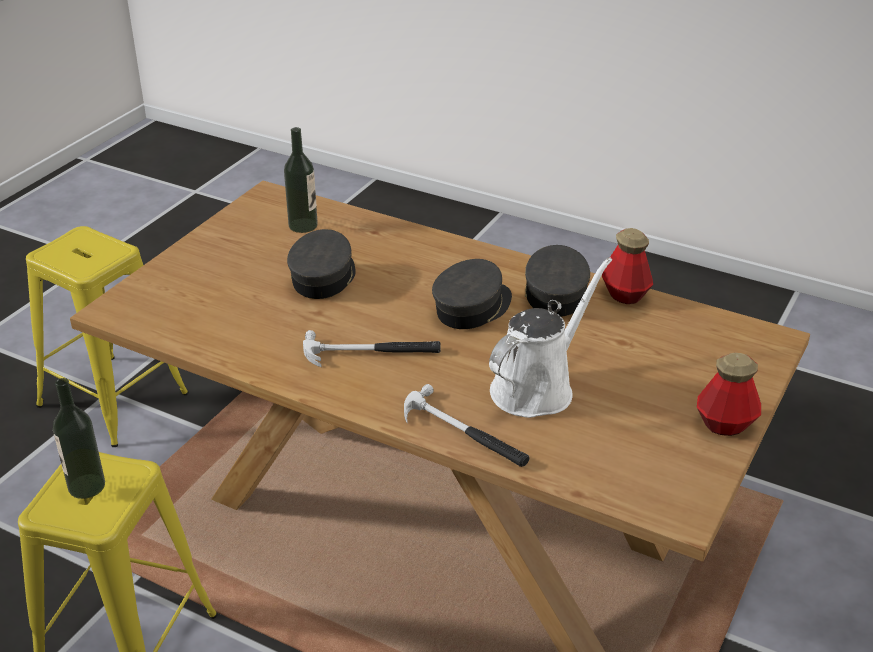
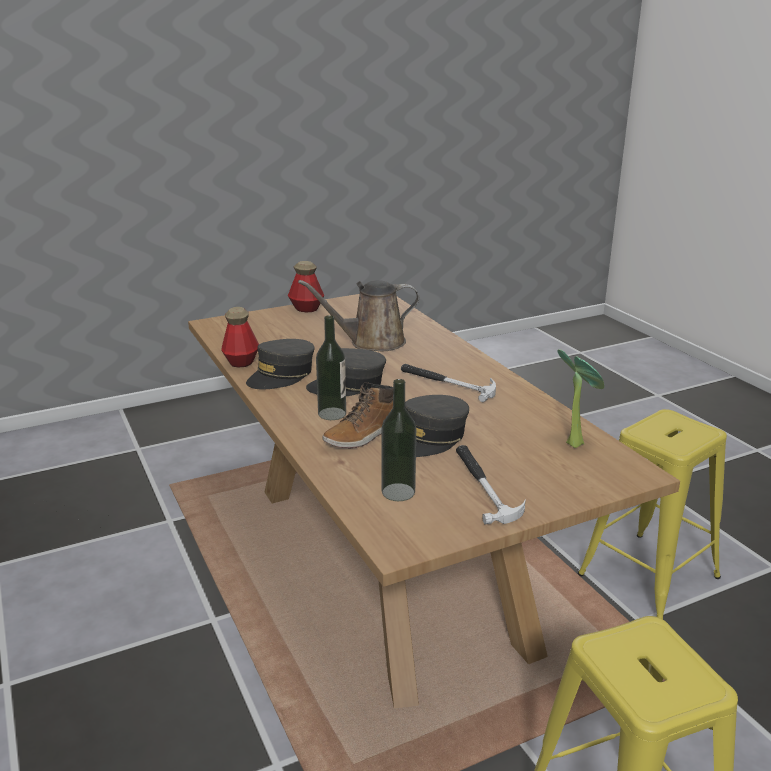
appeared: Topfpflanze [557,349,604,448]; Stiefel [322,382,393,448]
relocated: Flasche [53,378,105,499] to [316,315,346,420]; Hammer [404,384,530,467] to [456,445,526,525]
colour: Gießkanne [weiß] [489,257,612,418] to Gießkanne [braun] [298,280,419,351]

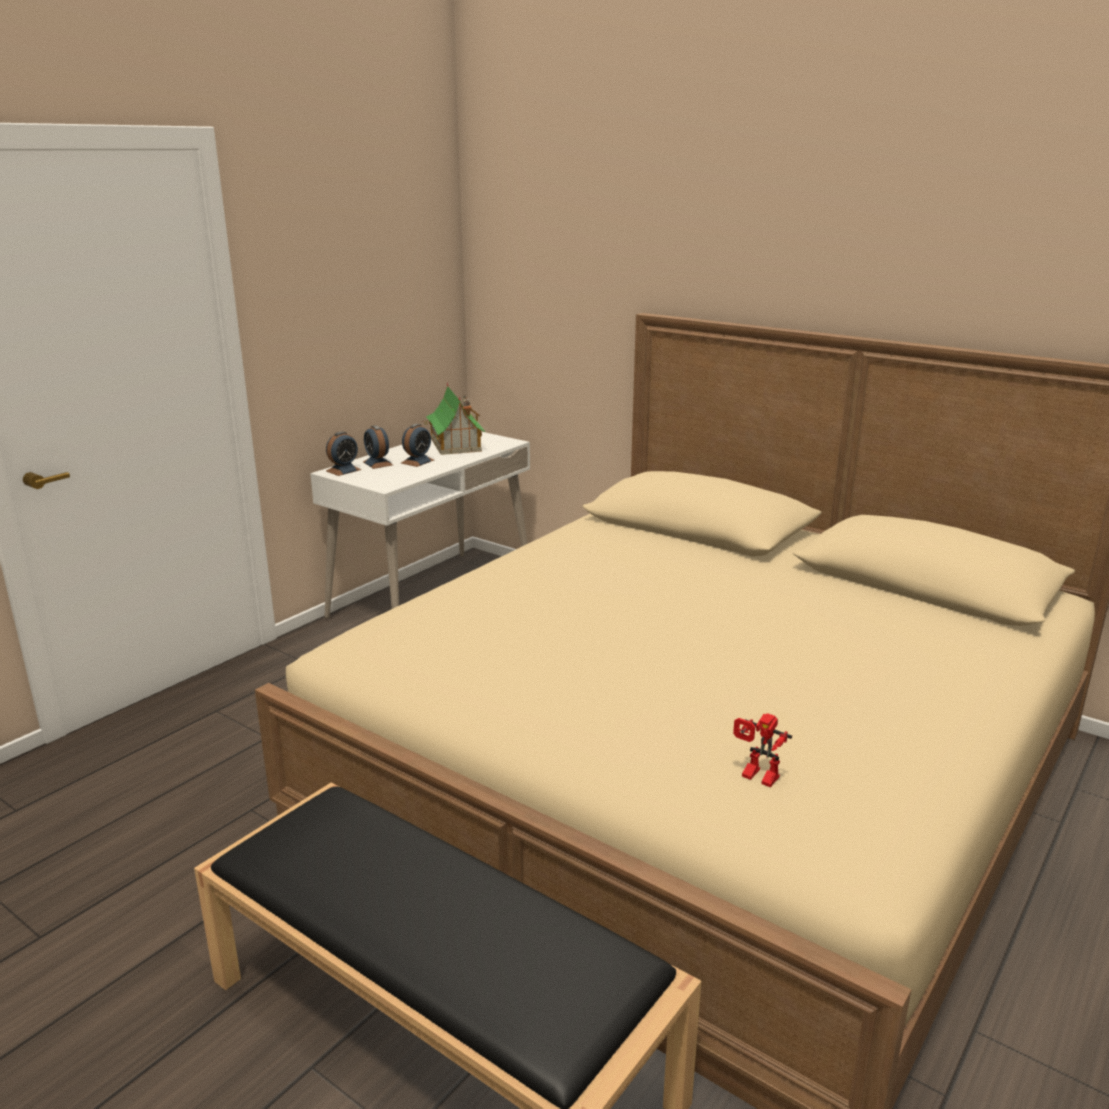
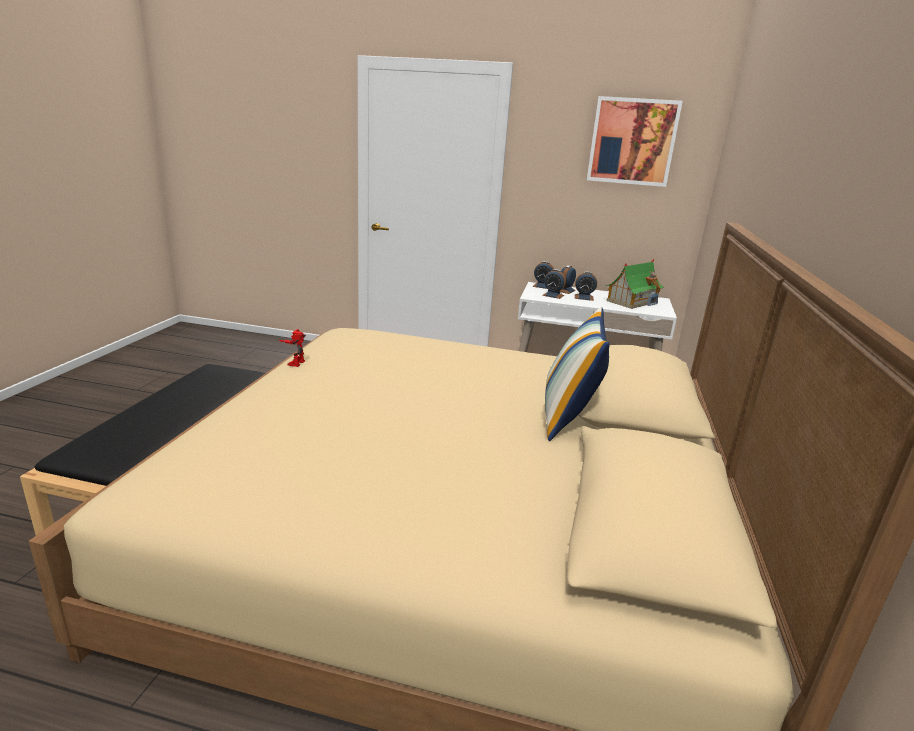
appeared: Bild [587,96,683,187]; Wecker [542,269,566,299]; Kissen [545,307,610,441]
relocated: Spielzeugroboter [733,713,792,787] to [279,329,306,367]

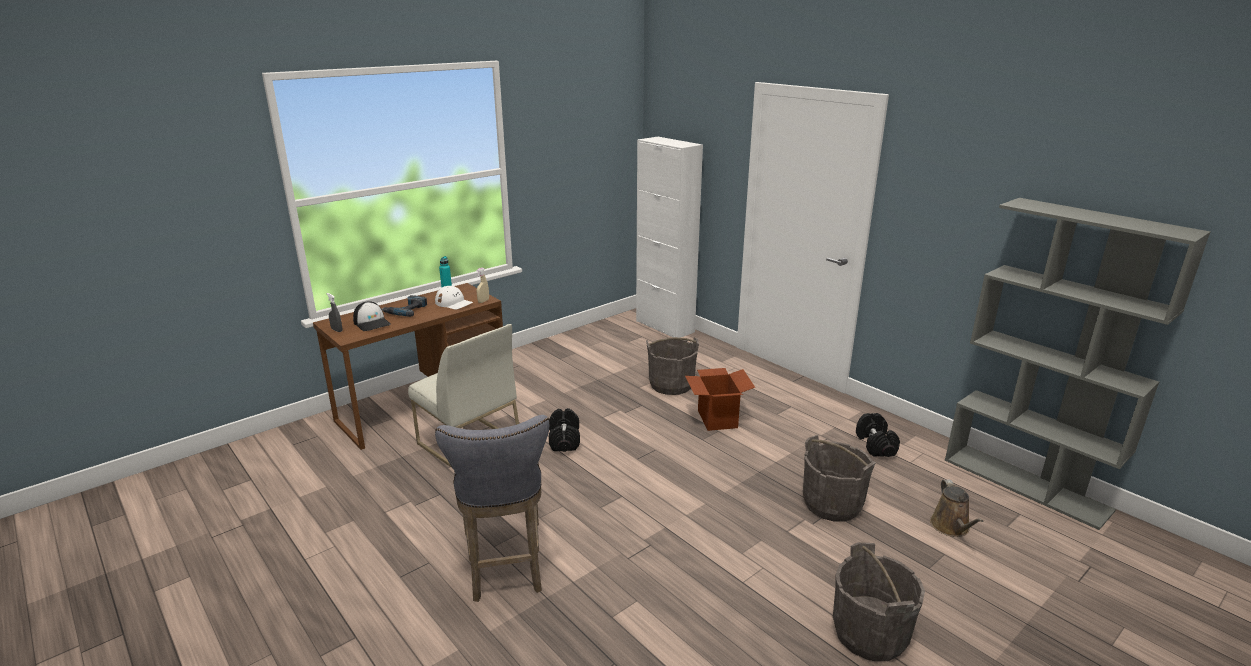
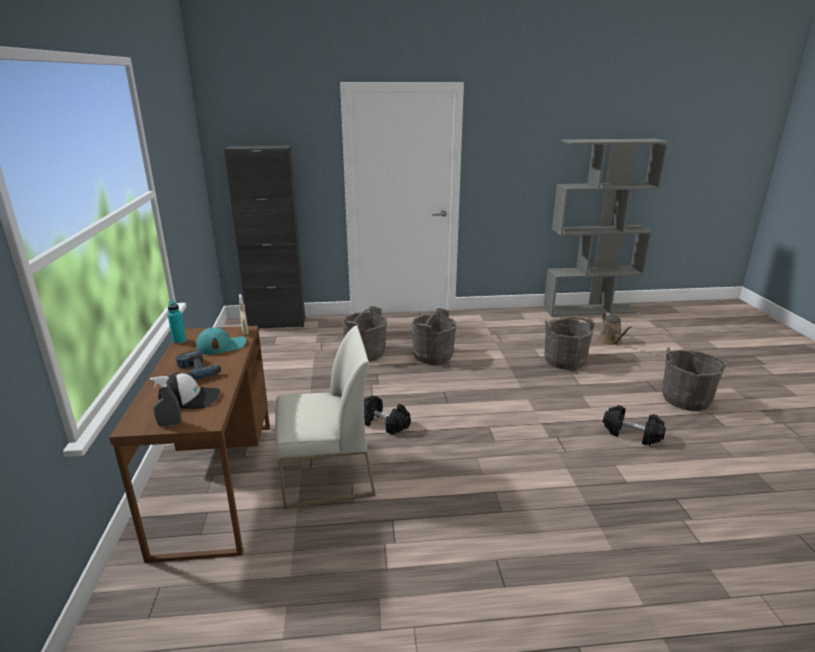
missing: Hocker [grau] [435,415,550,602]
relocated: Hantel [schwarz] [856,413,900,457] to [603,405,666,446]
exchanged: Karton [685,368,755,431] to Eimer [grau] [412,308,456,365]
colour: Schrank [weiß] [636,137,703,338] to Schrank [schwarz] [224,145,305,328]; Kappe [weiß] [435,286,473,310] to Kappe [türkis] [196,327,246,355]
spun: Gießkanne [braun] [930,479,983,537] = [598,313,632,345] 45 degrees clockwise

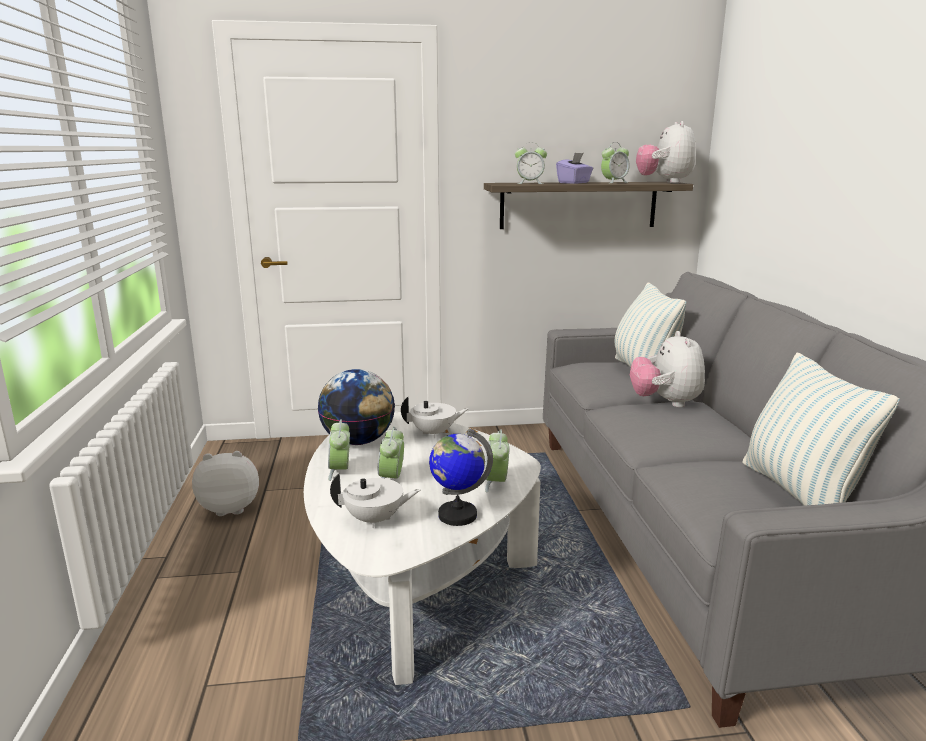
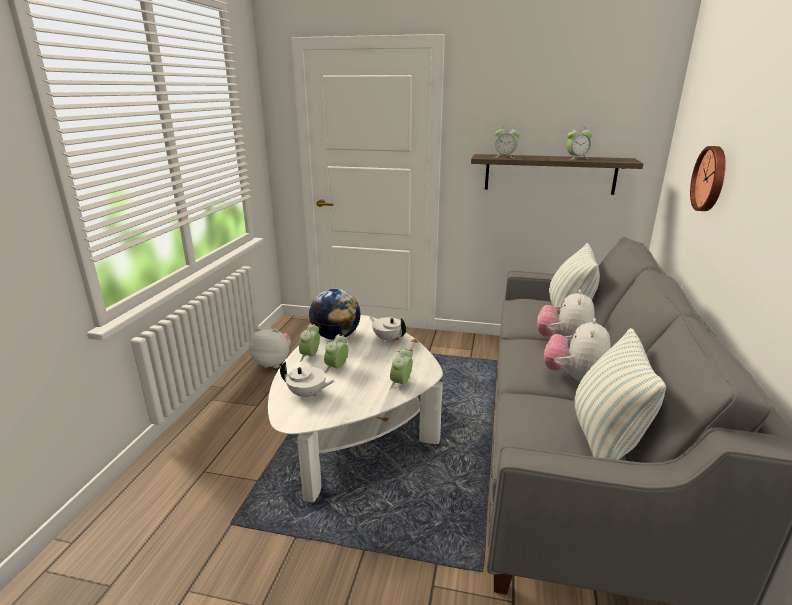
missing: Taschentuchbox [lila] [556,153,593,184]; Globus [429,429,493,526]
appeared: Wanduhr [690,146,726,211]
relocated: Plüschtier [636,121,696,183] to [544,318,611,384]
spun: Teekanne [weiß] [401,397,468,438] = [369,317,406,342] 150 degrees counterclockwise

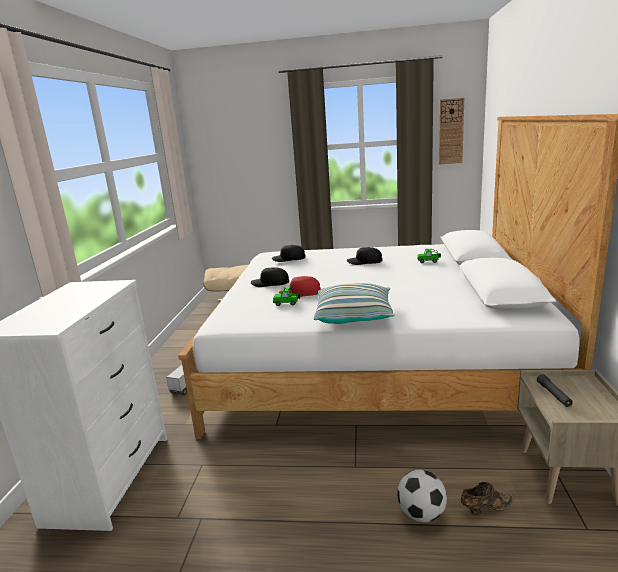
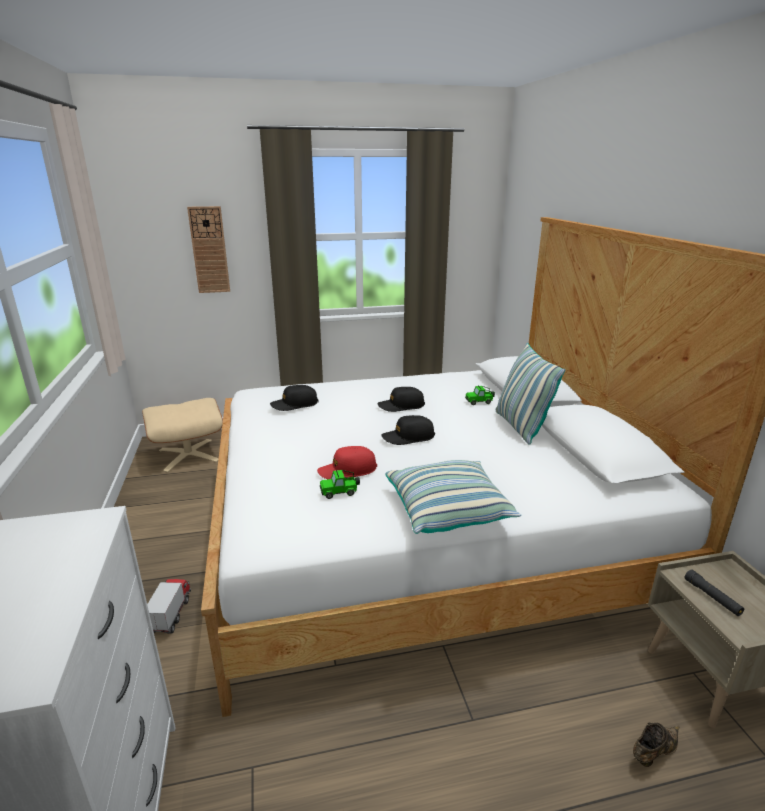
missing: Fußball [397,470,447,522]
appeared: Kissen [496,343,566,445]
relocated: Wanduhr [439,98,464,164] to [187,206,230,293]; Kappe [schwarz] [251,267,289,287] to [382,415,435,445]

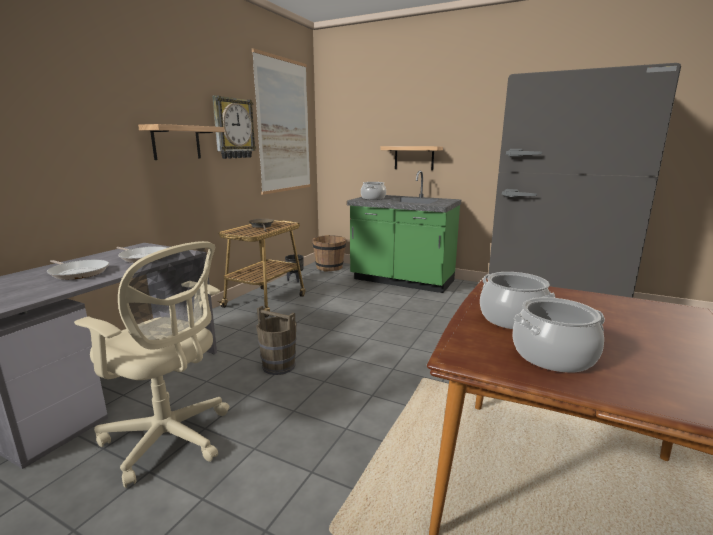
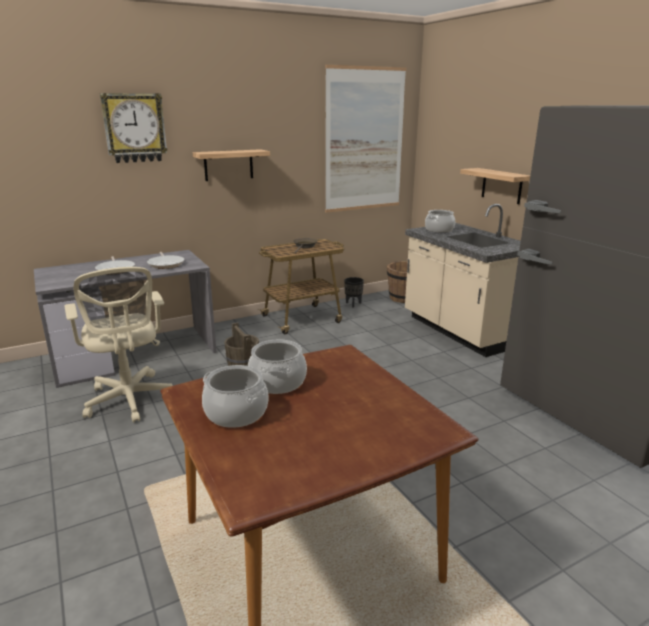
relocated: Wanduhr [212,96,256,159] to [100,93,168,163]
colour: Küchenzeile [grün] [347,170,461,293] to Küchenzeile [beige] [405,204,521,357]

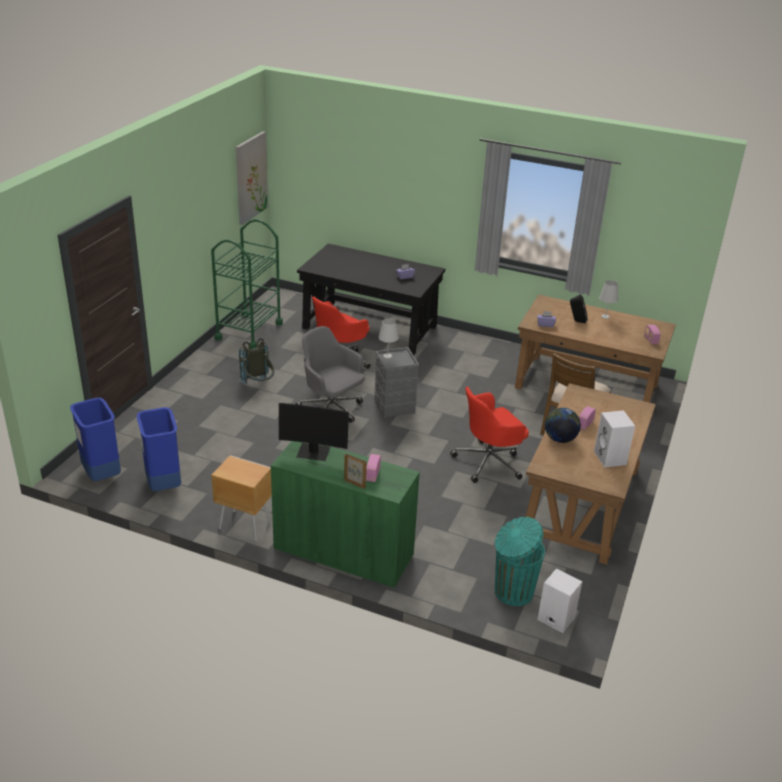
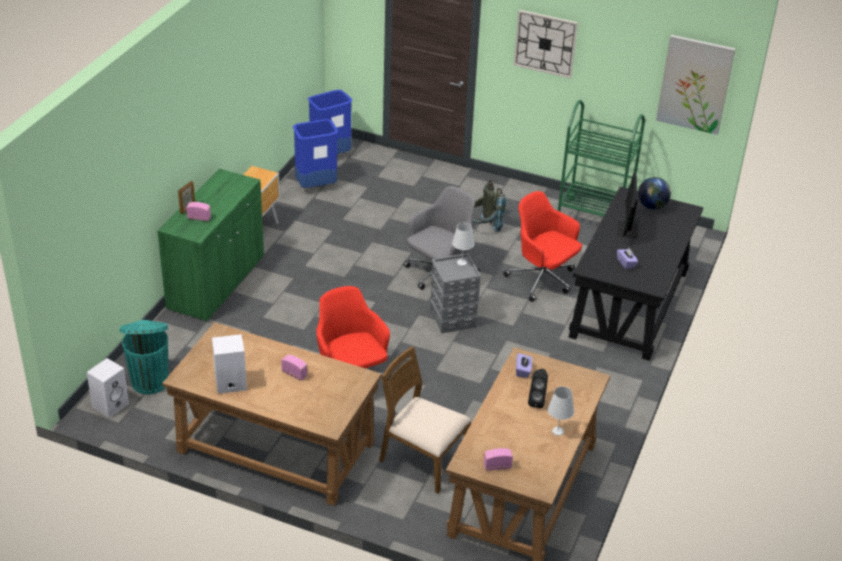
appeared: Wanduhr [513,10,578,79]
relocated: Monitor [279,403,349,461] to [617,173,639,238]; Globus [545,408,581,443] to [638,177,671,209]

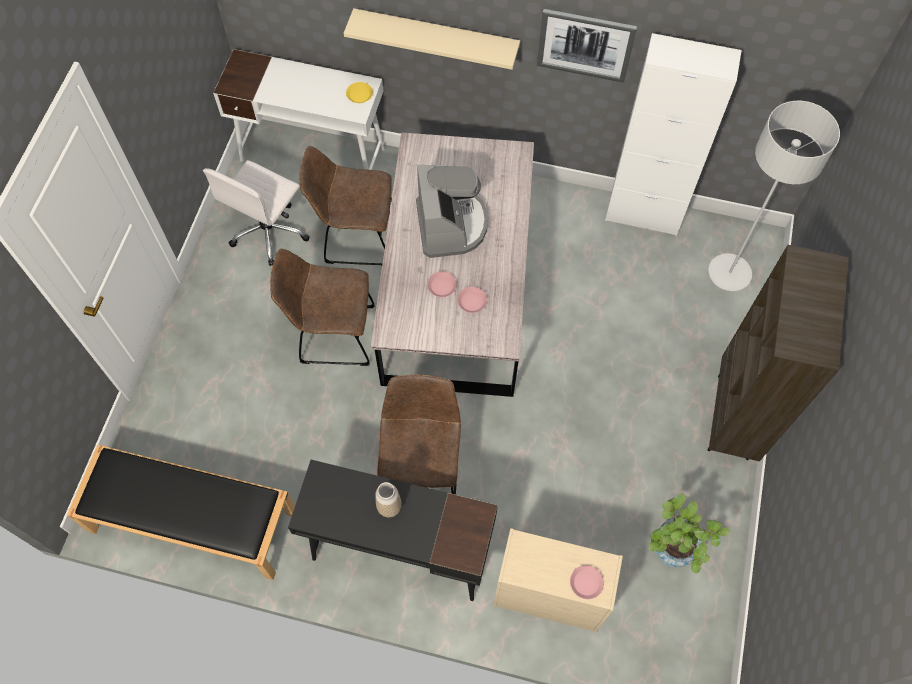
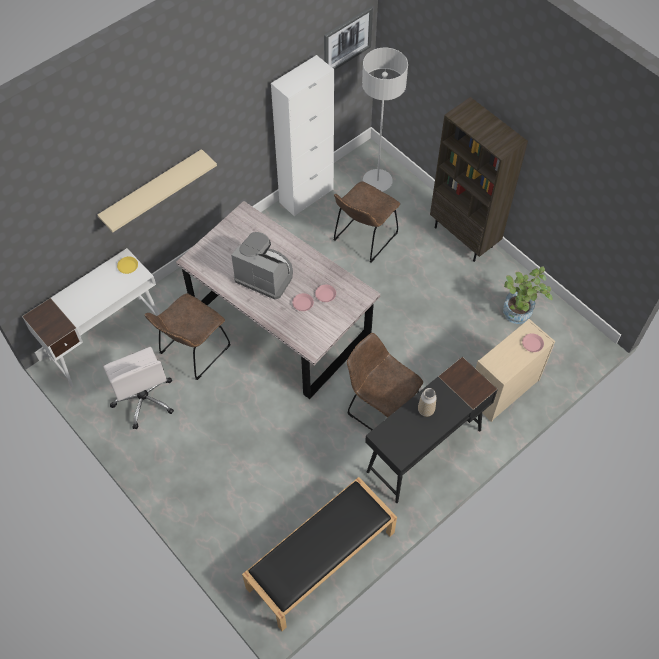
relocated: Bild [537,9,637,83] to [324,6,373,70]; Stuhl [braun] [270,248,375,366] to [333,181,400,263]

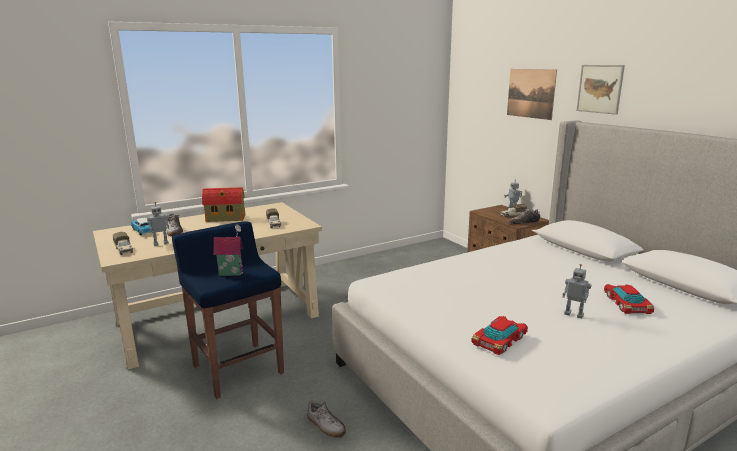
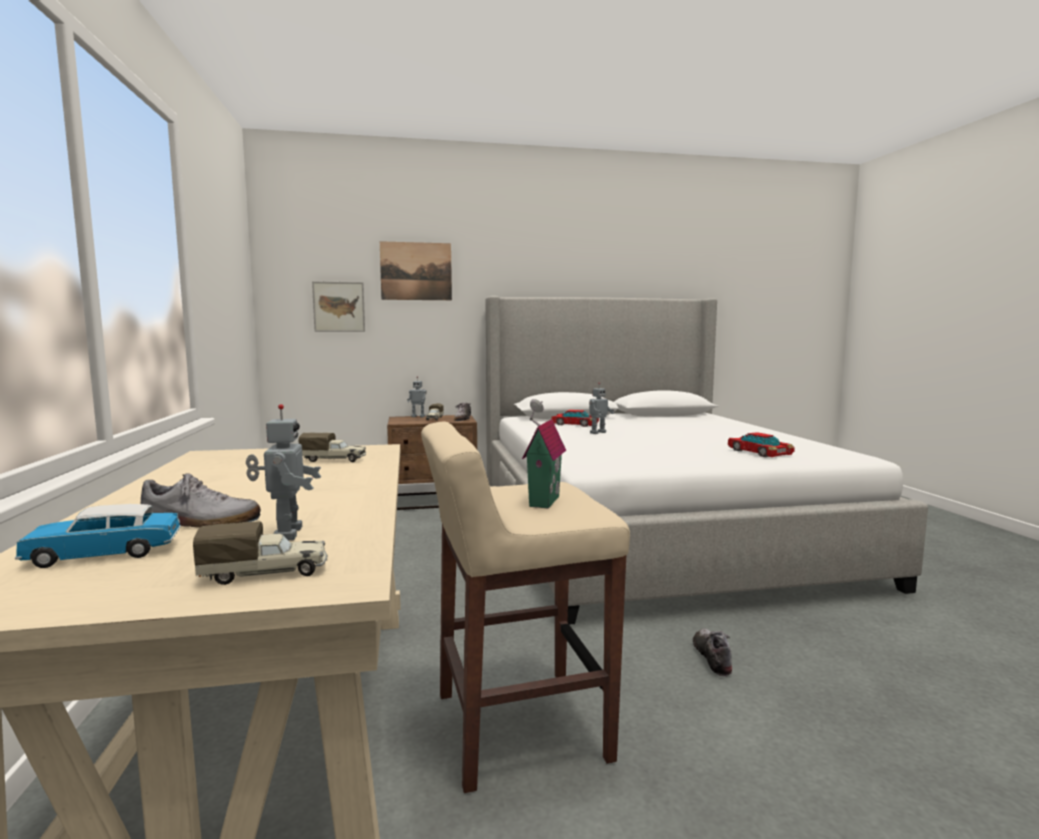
missing: Spielzeughaus [202,187,245,222]
relocated: Bild [576,65,625,115] to [312,281,365,332]; Spielzeugroboter [562,264,592,319] to [589,383,614,434]; Spielzeugauto [604,284,654,314] to [551,410,599,427]
colour: Hocker [blau] [172,221,284,399] to Hocker [beige] [421,422,630,793]
spun: Schuh [307,401,346,438] = [693,628,732,676] 60 degrees counterclockwise

